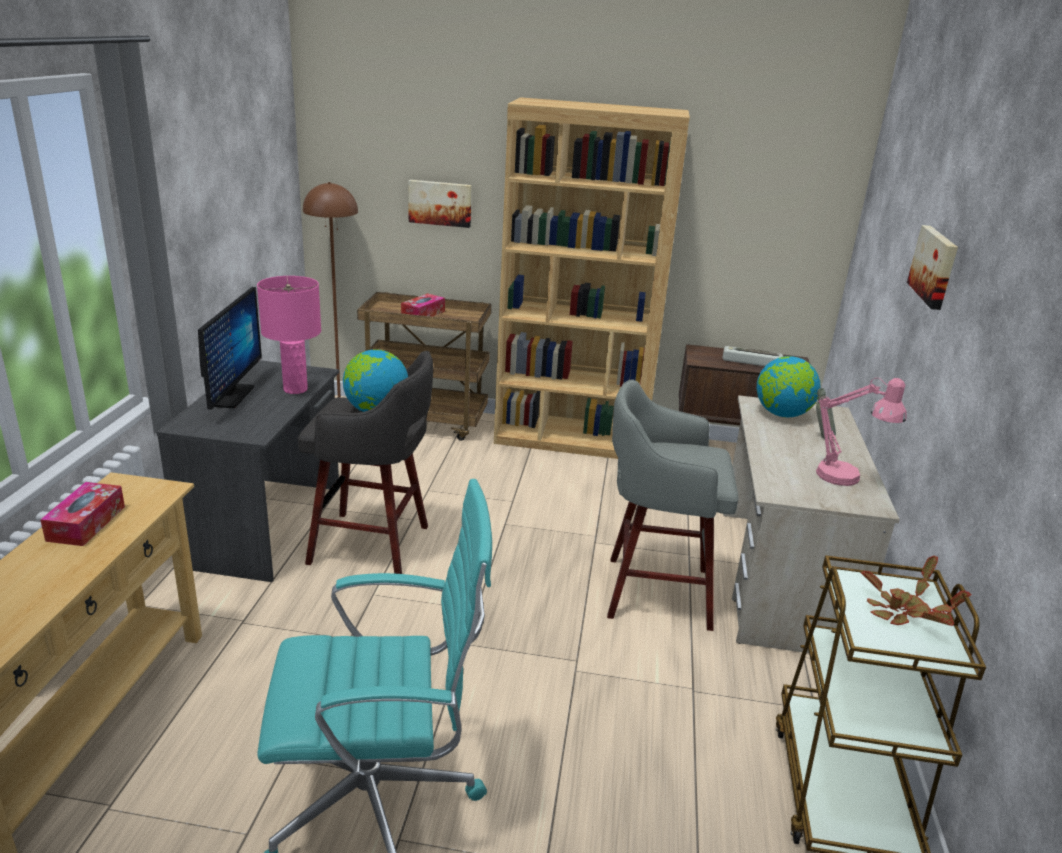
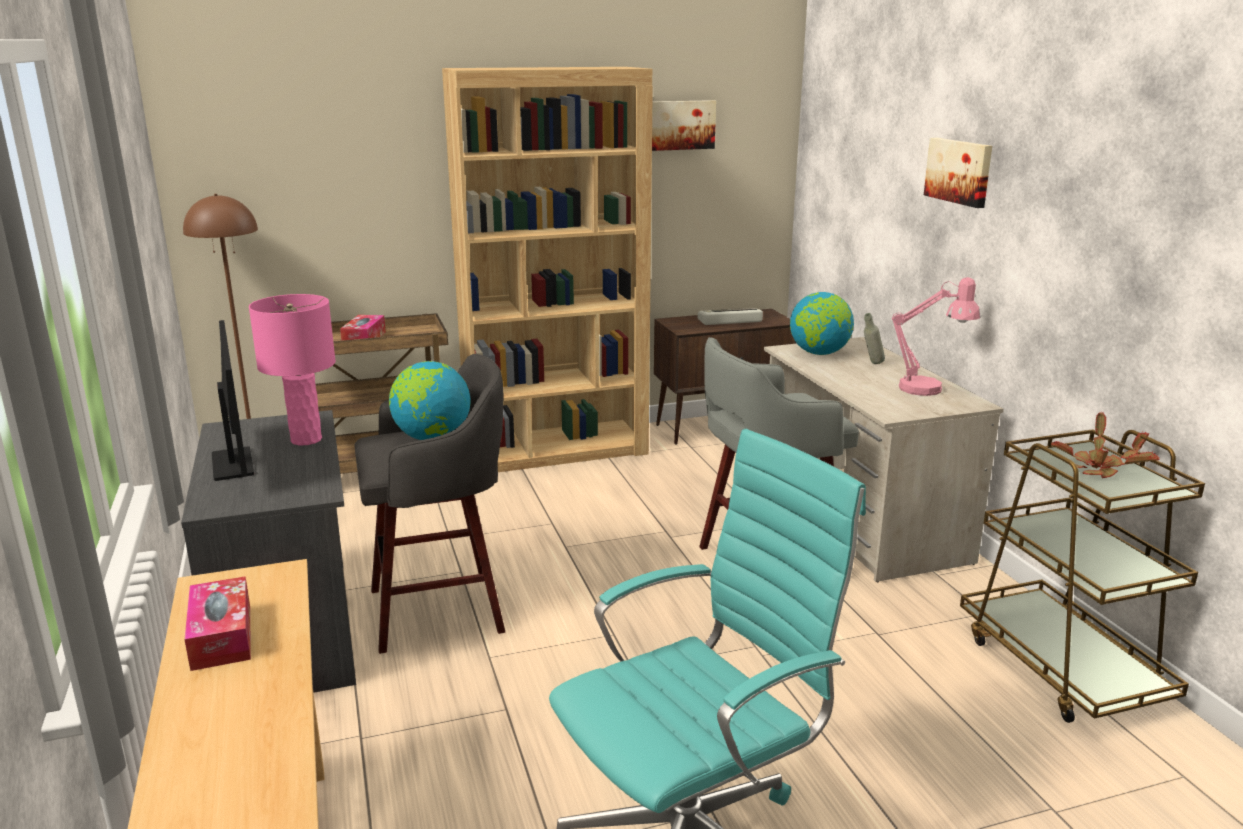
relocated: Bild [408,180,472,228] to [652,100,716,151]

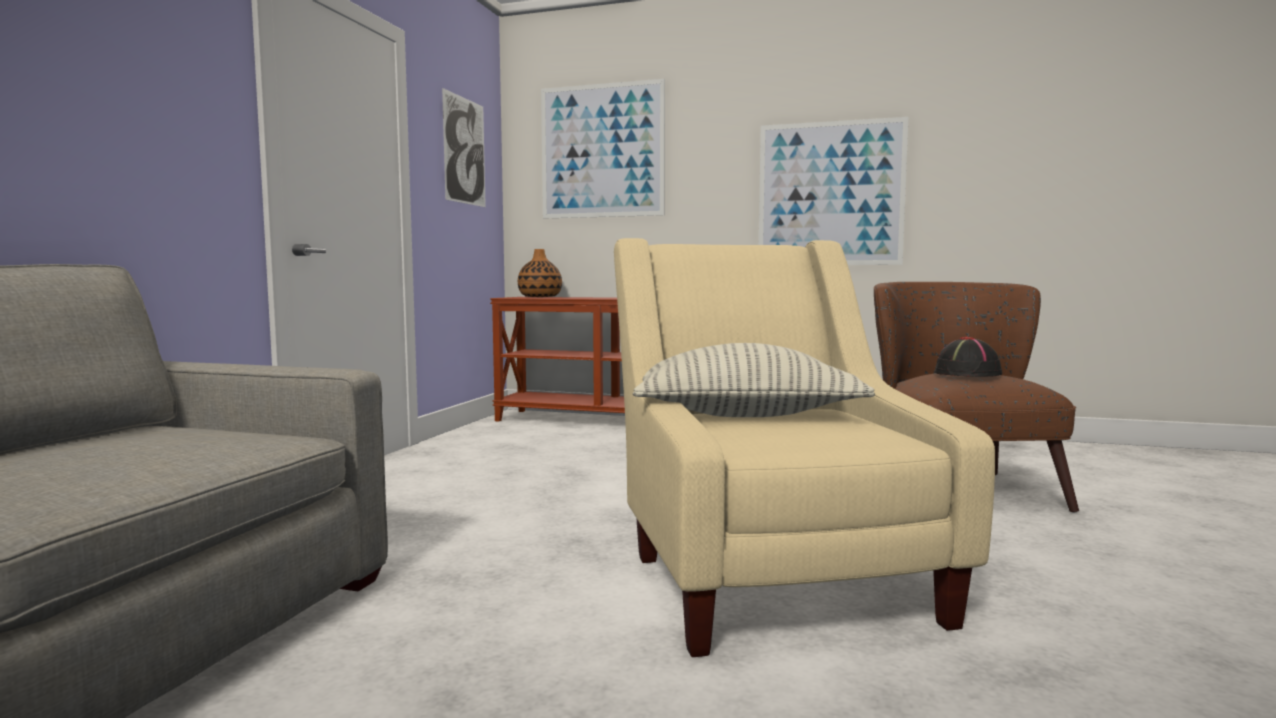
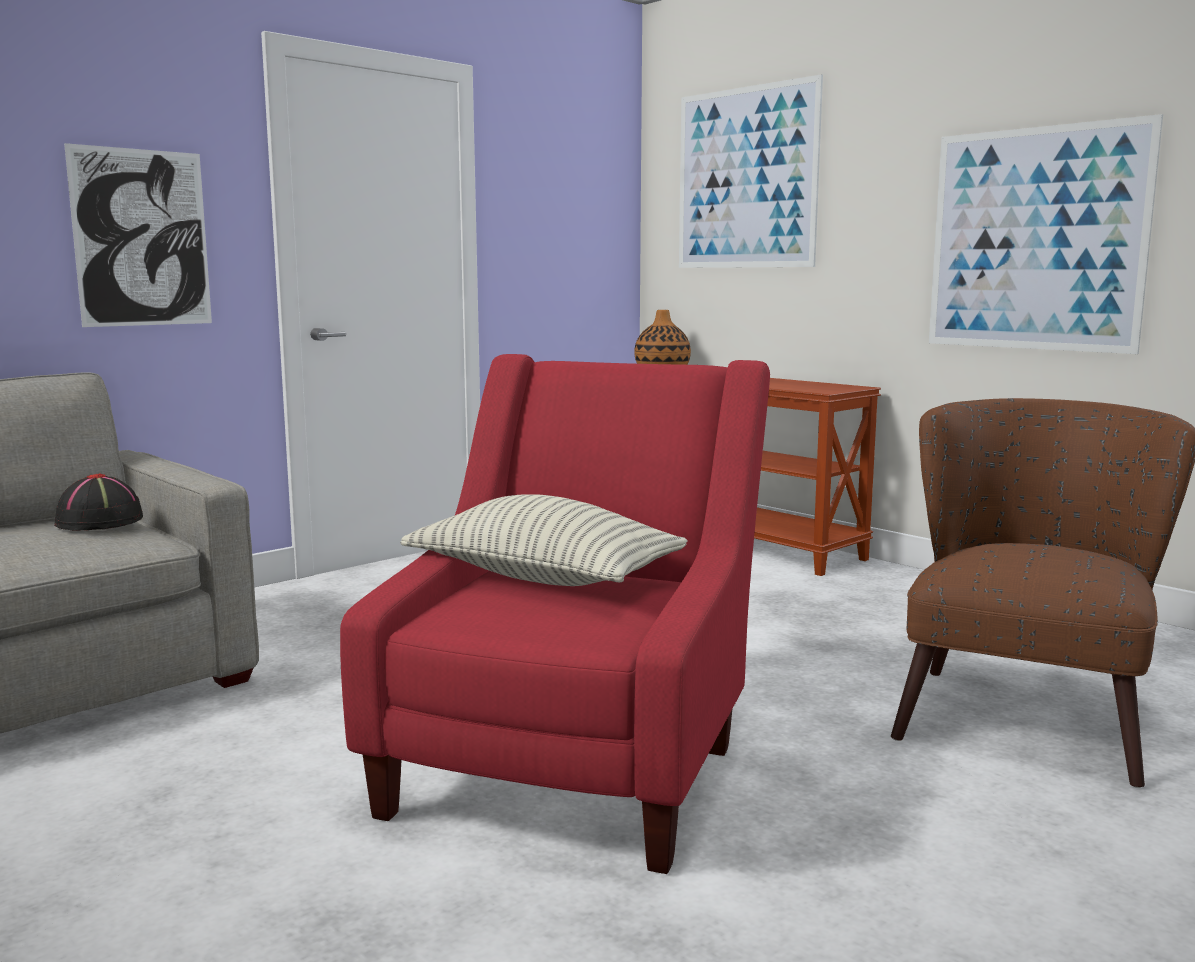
relocated: Bild [442,88,486,207] to [64,143,212,327]; Hut [schwarz] [934,336,1002,377] to [54,473,143,531]
colour: Sessel [beige] [614,238,995,657] to Sessel [rot] [340,354,770,874]

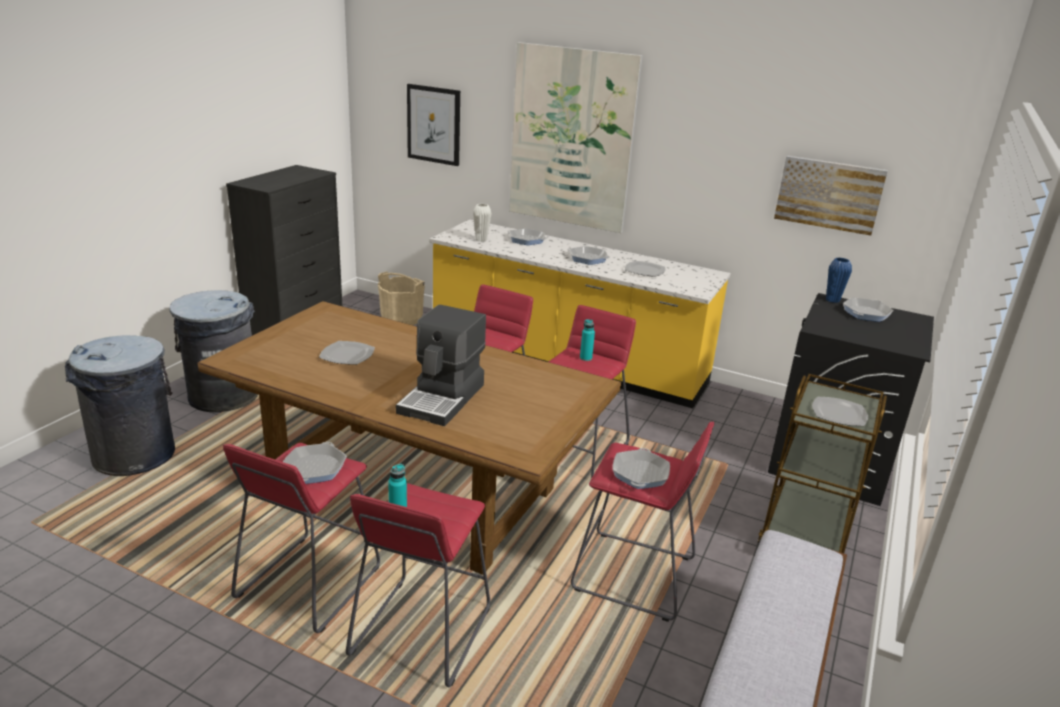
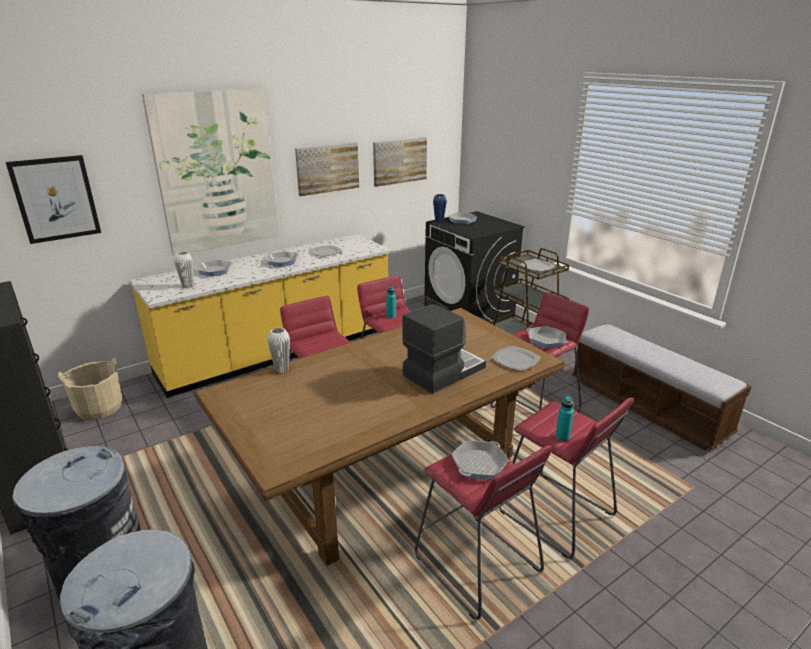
appeared: Bild [295,142,359,196]; Vase [weiß] [267,328,290,373]
relocated: Teller [319,341,375,365] to [492,346,541,371]
spun: Kaffeemaschine [396,304,486,426] = [402,304,486,393] 90 degrees counterclockwise; Pfanne [283,442,347,484] = [452,440,509,480] 90 degrees counterclockwise

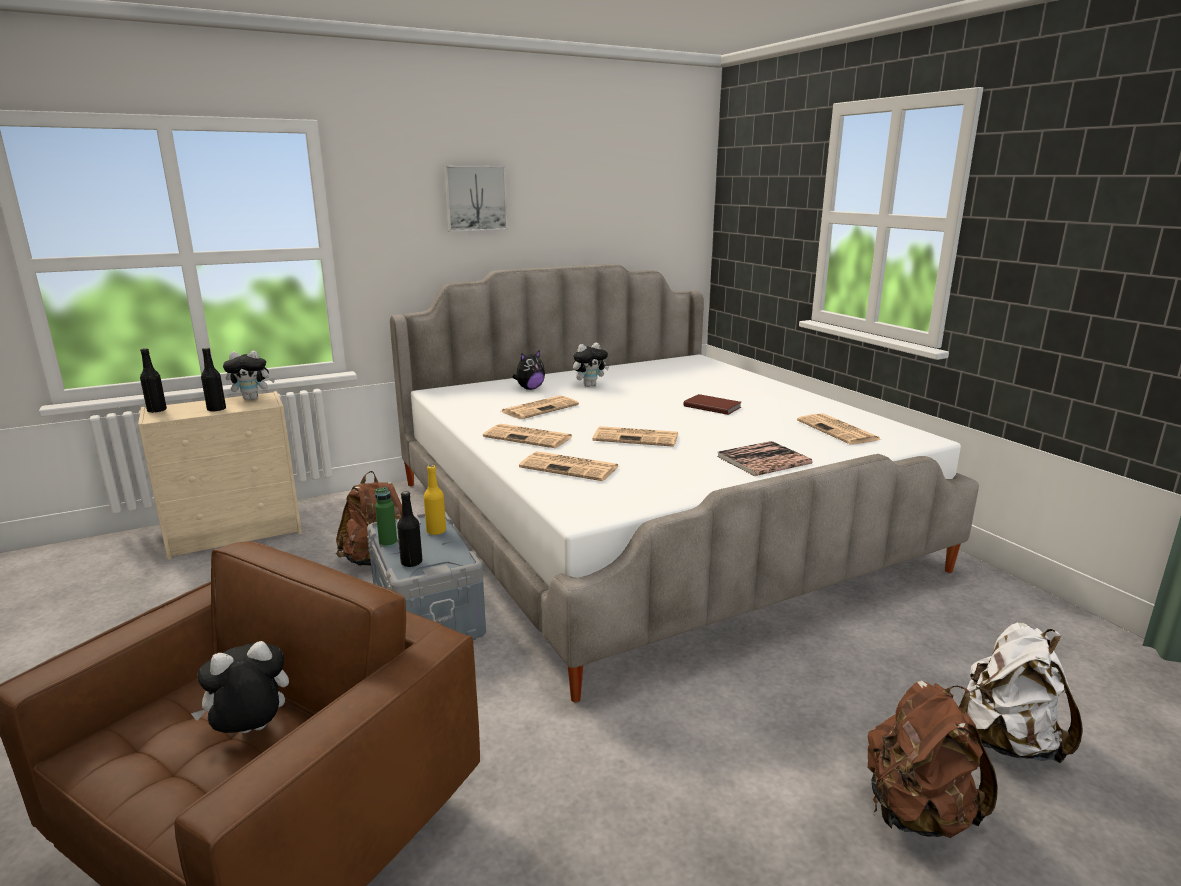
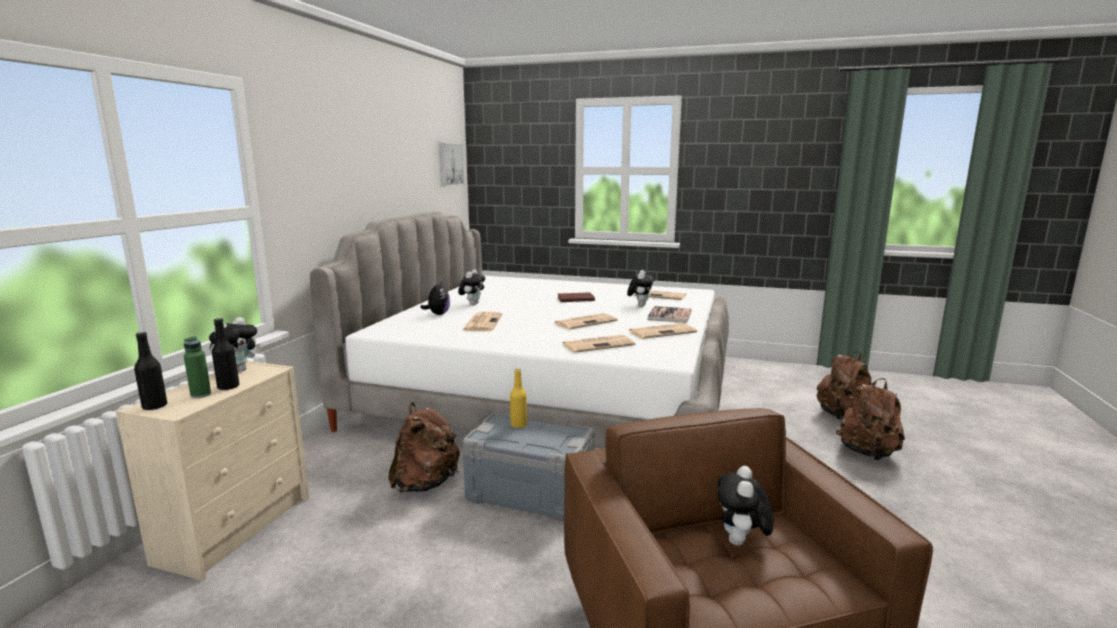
missing: Flasche [schwarz] [397,491,422,567]
appeared: Plüschtier [627,270,654,306]
relocated: Bild [444,166,508,232] to [439,143,464,187]; Zeitung [483,424,573,448] to [629,323,697,339]; Flasche [grün] [375,487,397,547] to [184,336,211,398]
colour: Rucksack [weiß] [962,622,1083,763] to Rucksack [braun] [817,351,872,420]

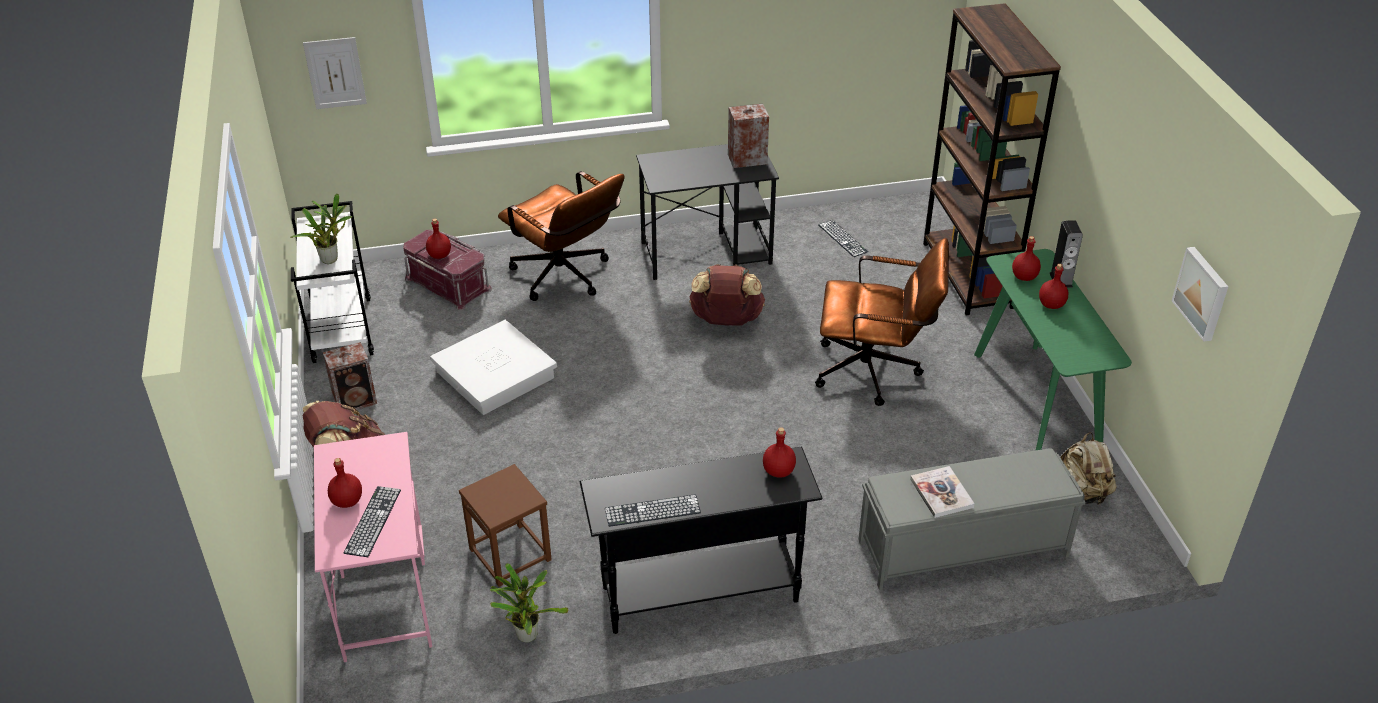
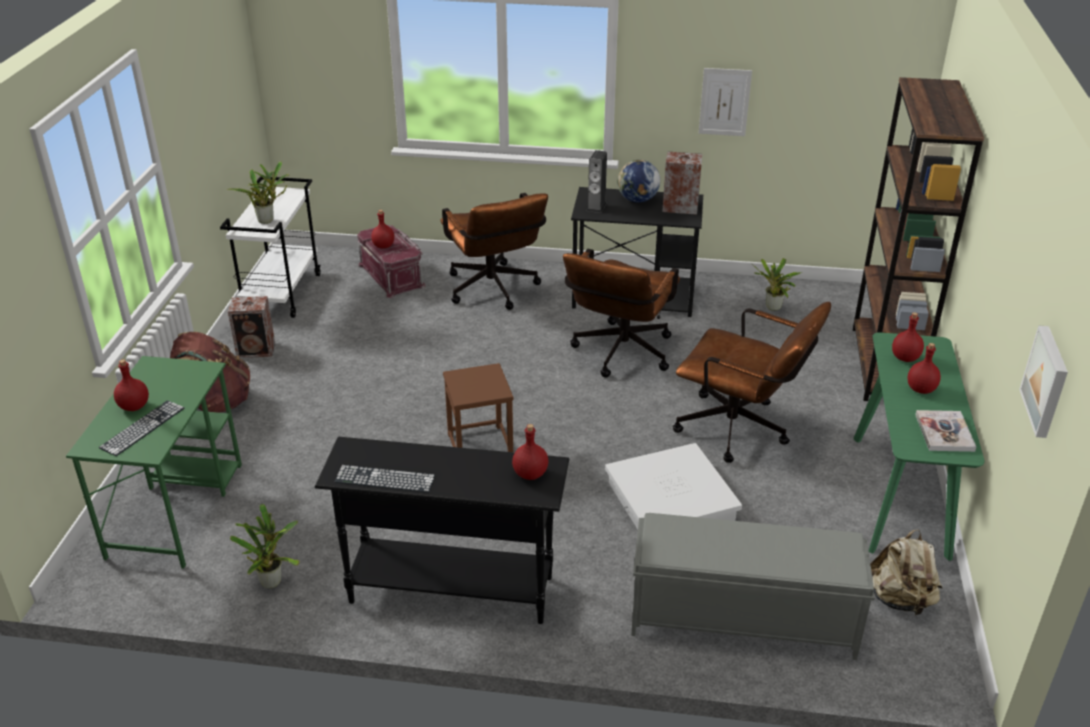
appeared: Globus [617,160,660,203]
relocated: Bild [303,37,367,109] to [699,68,752,136]; Lautsprecher [1050,220,1083,288] to [587,150,607,213]; Aufbewahrungsbox [weiß] [430,320,557,415] to [605,443,742,529]; Hocker [braun] [459,464,552,587] to [443,363,513,452]; Buch [910,466,975,518] to [915,410,976,452]
exchanged: Tastatur [818,220,868,257] to Topfpflanze [751,258,803,311]; Rucksack [braun] [689,264,765,325] to Bürostuhl [braun] [563,249,680,378]
colour: Schreibtisch [rosa] [314,432,432,662] to Schreibtisch [grün] [66,356,242,569]

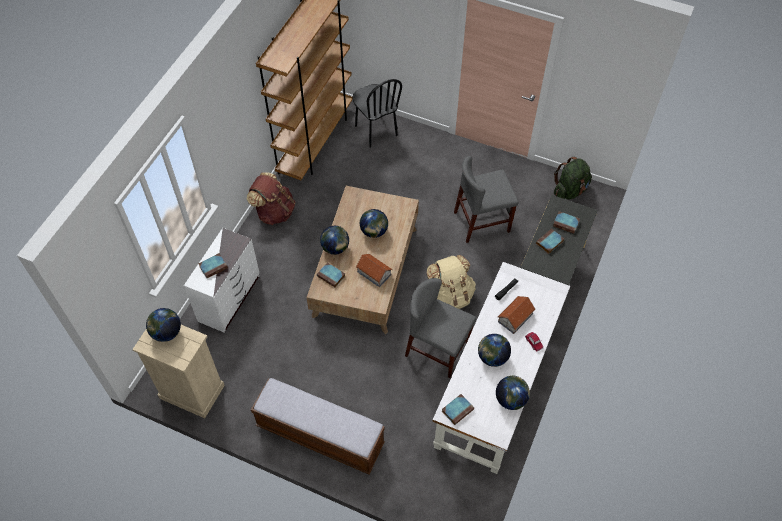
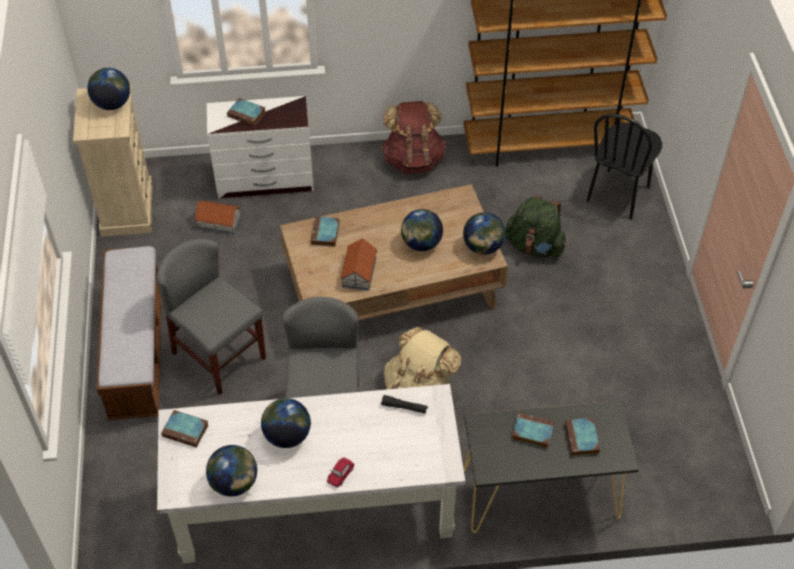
relocated: Stuhl [grau] [454,156,518,243] to [157,239,266,395]; Rucksack [grün] [554,157,592,199] to [505,196,567,258]; Globus [320,226,349,255] to [463,212,505,255]; Spielzeughaus [498,296,535,334] to [194,201,241,235]

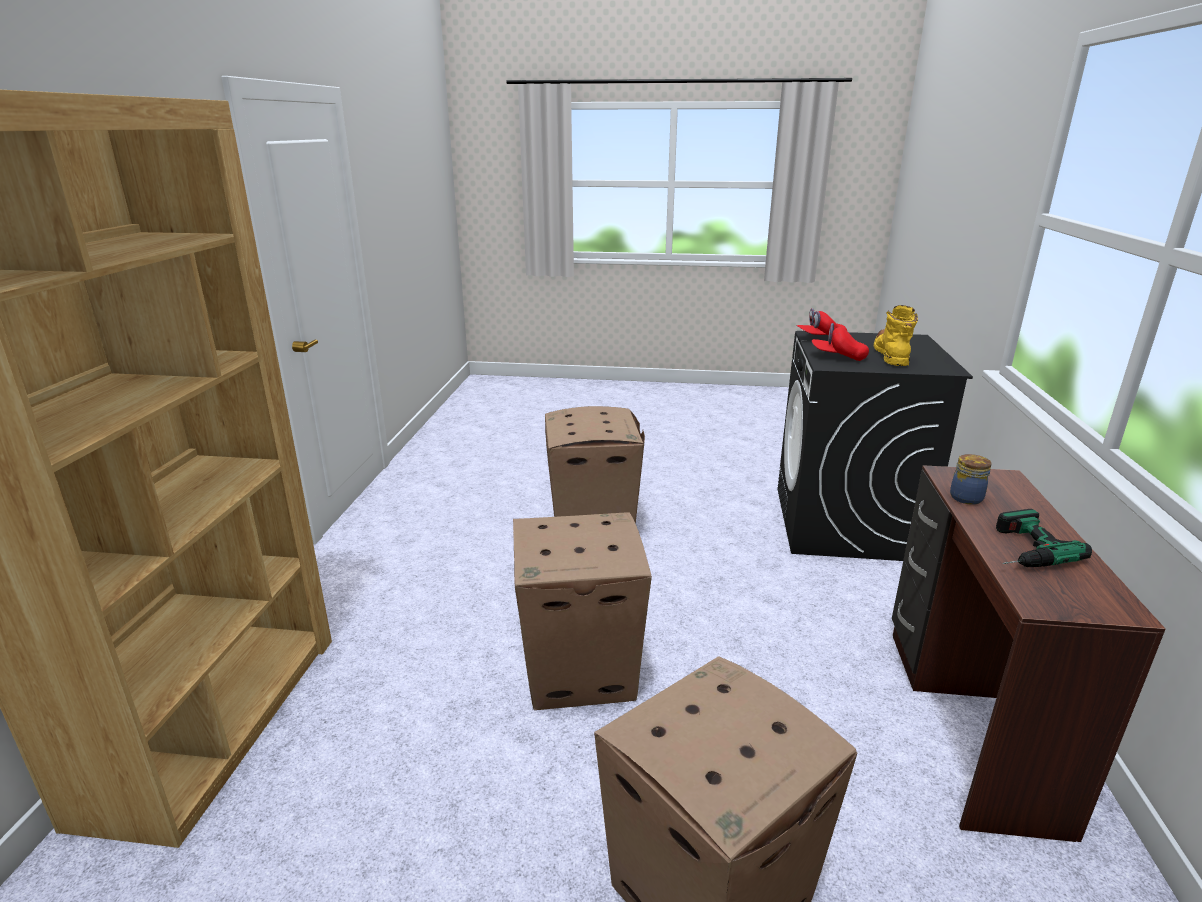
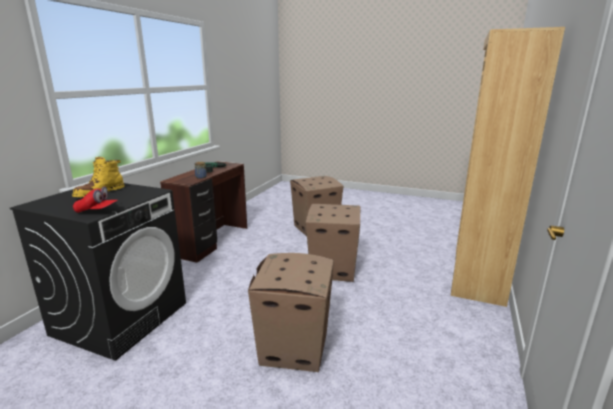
missing: Kappe [rot] [812,323,869,361]

